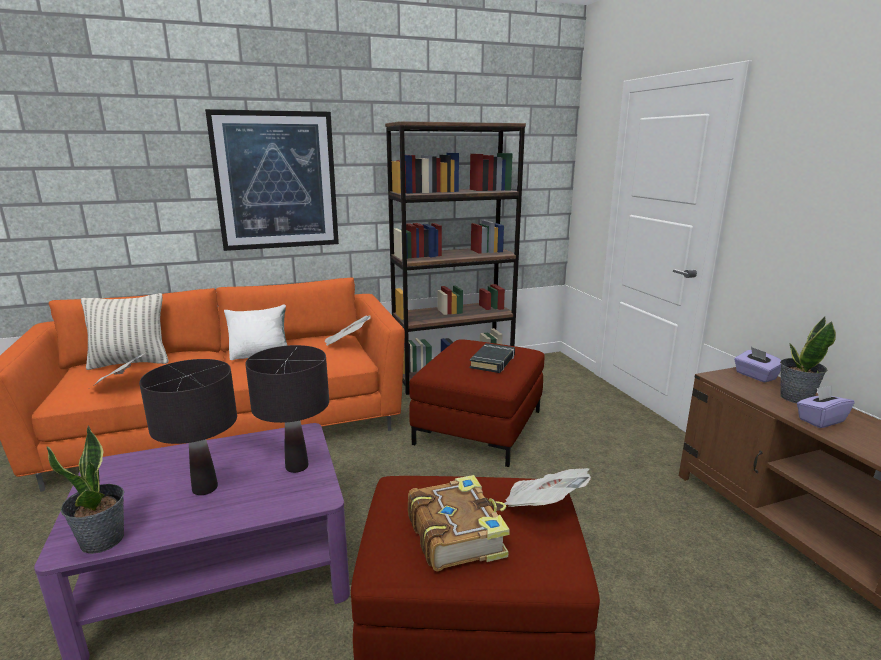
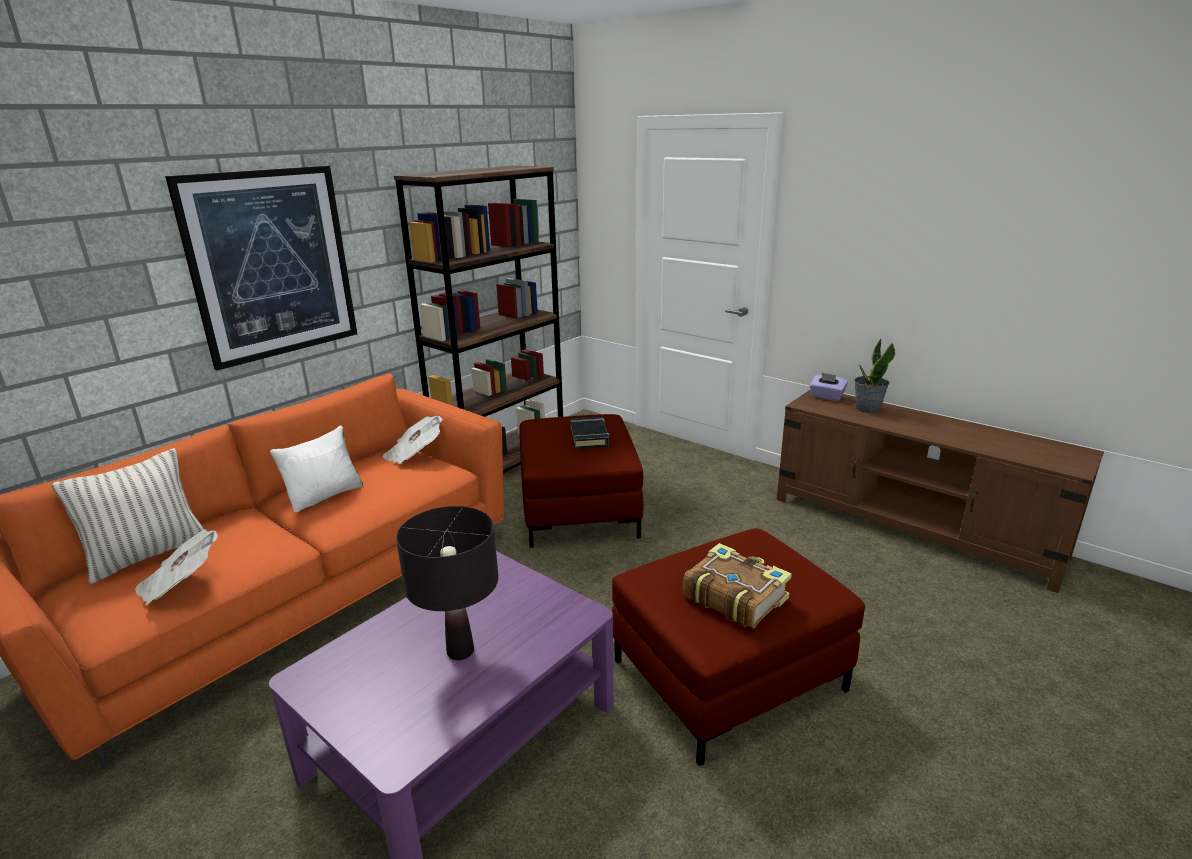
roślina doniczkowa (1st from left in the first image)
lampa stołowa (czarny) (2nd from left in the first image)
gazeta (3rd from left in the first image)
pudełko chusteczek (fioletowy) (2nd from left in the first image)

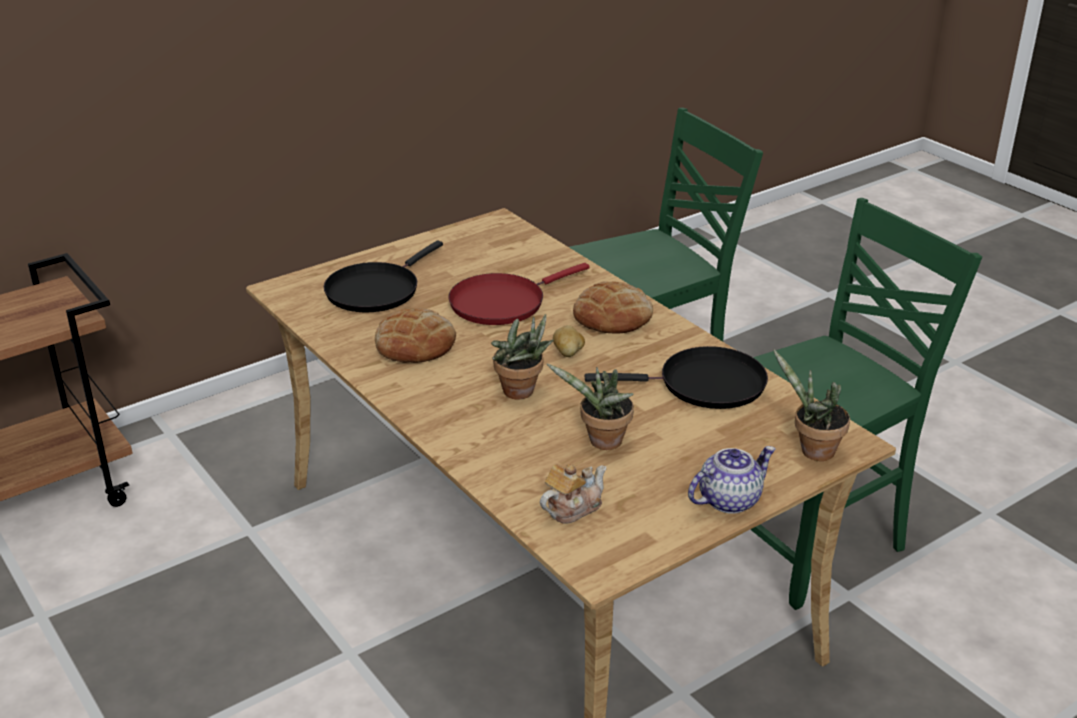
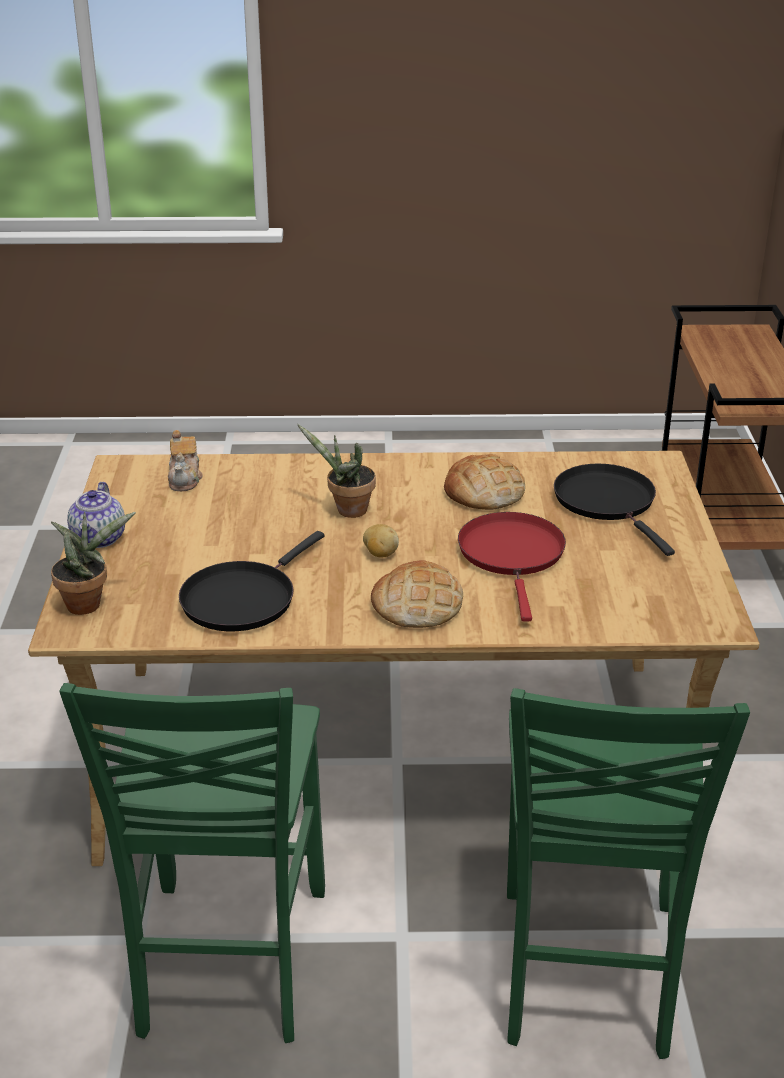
roślina doniczkowa (2nd from left in the first image)

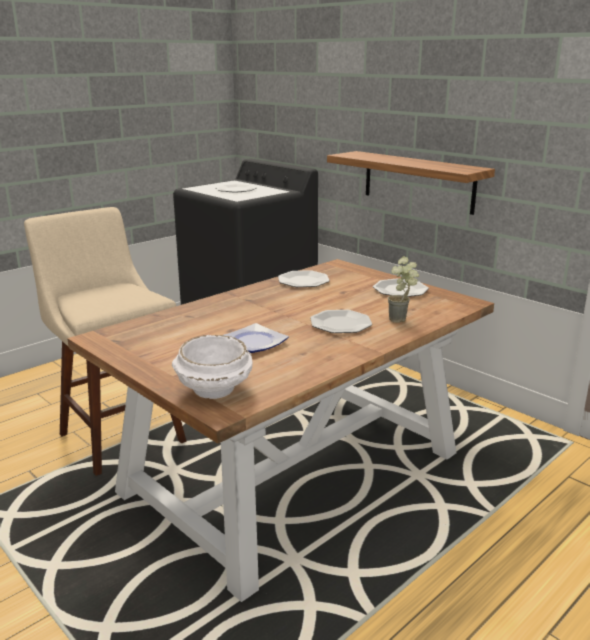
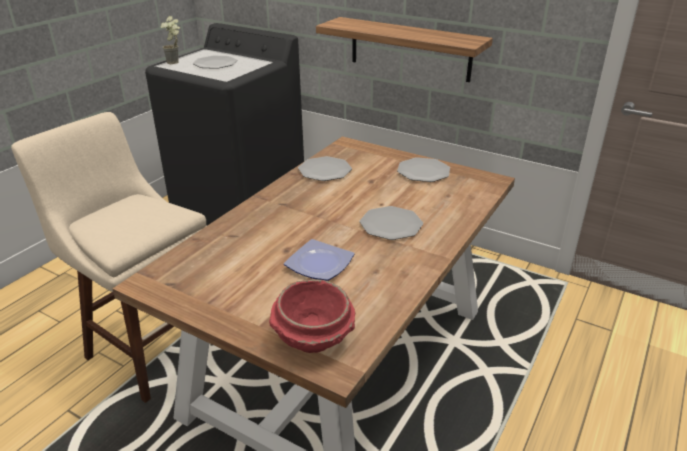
roślina doniczkowa
miska (czerwony)

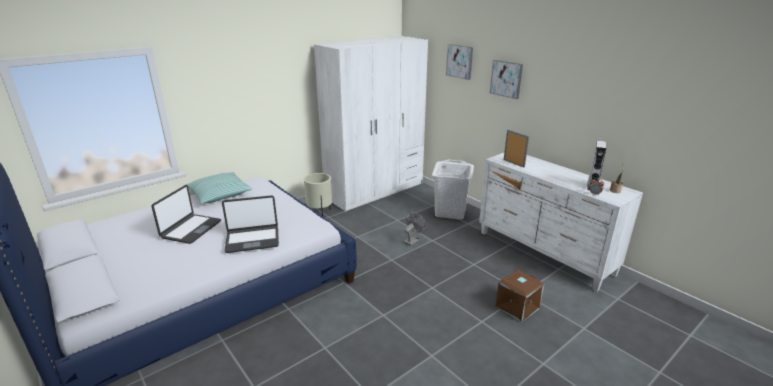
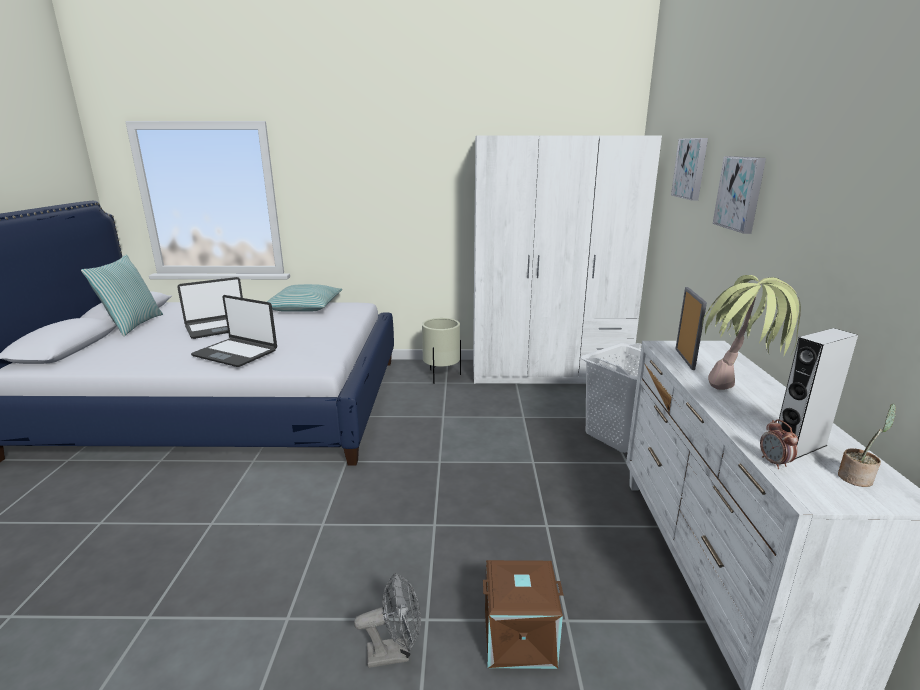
poduszka (1st from left)
roślina doniczkowa (1st from left)
wentylator (szary)

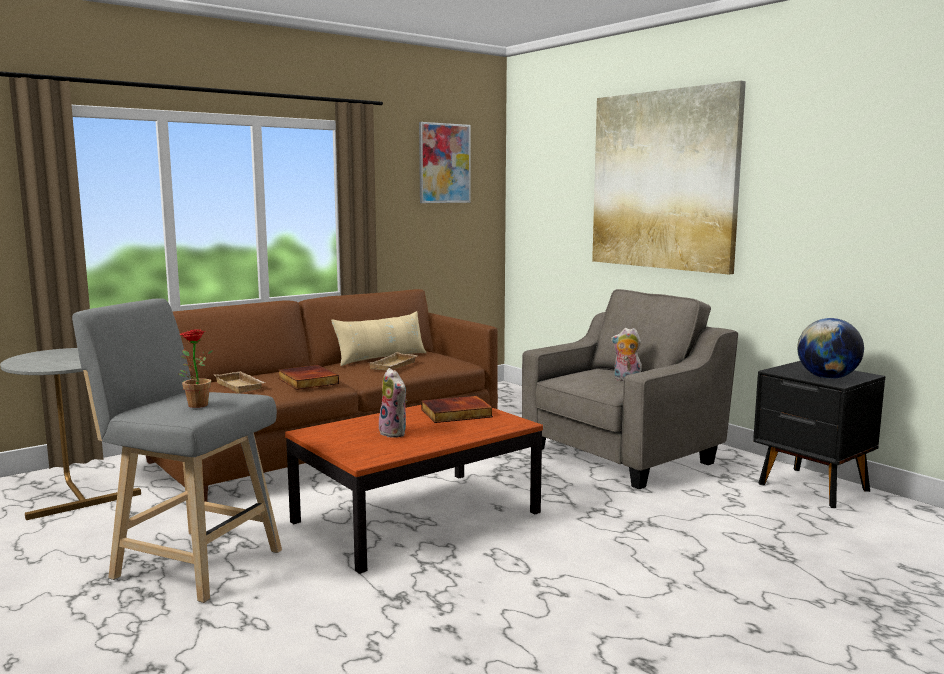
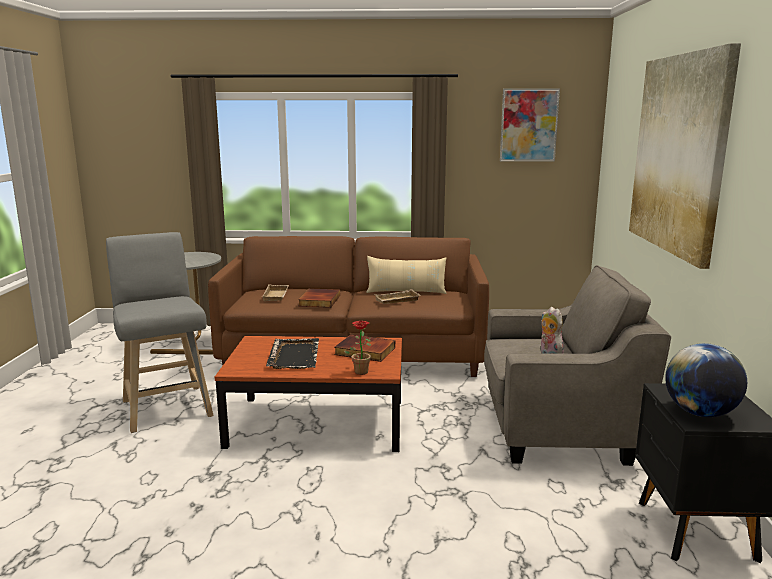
roślina doniczkowa
taca (czarny)

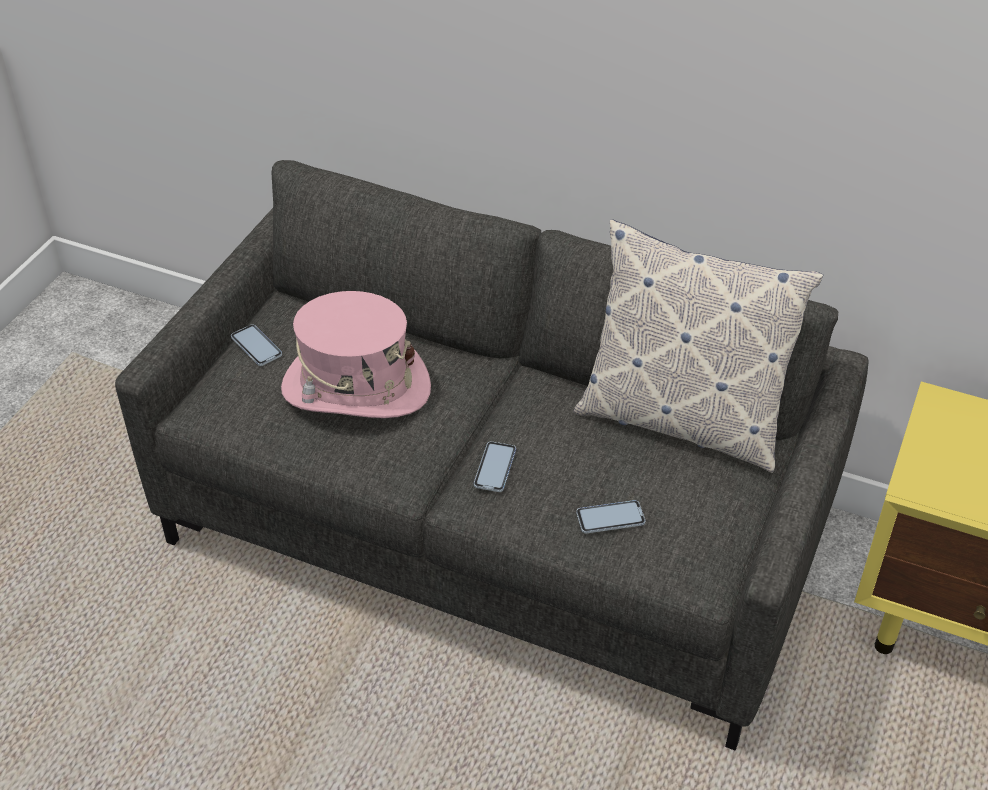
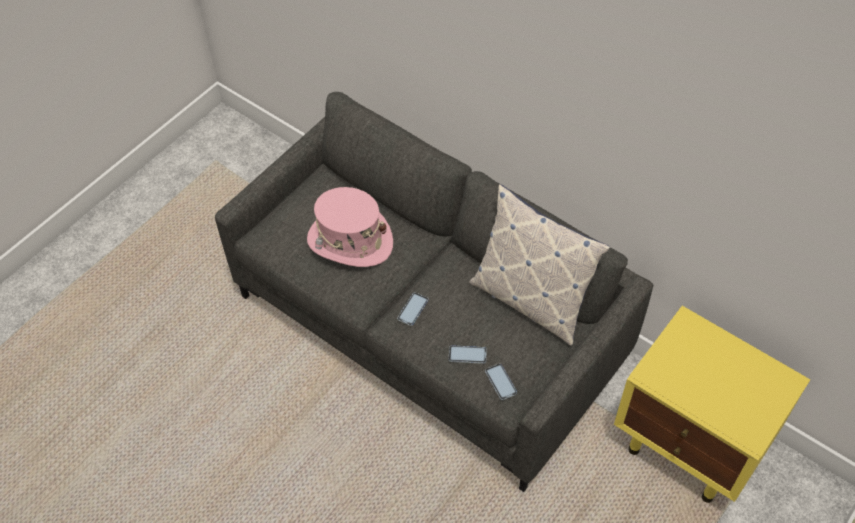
telefon (3rd from left)

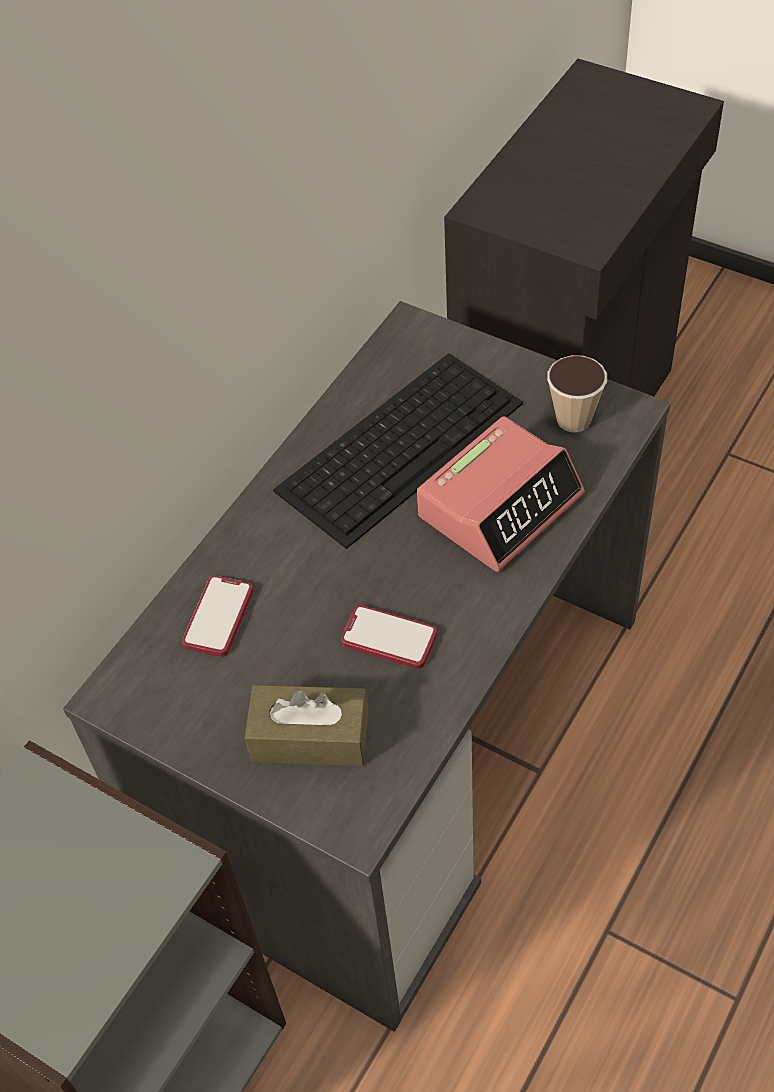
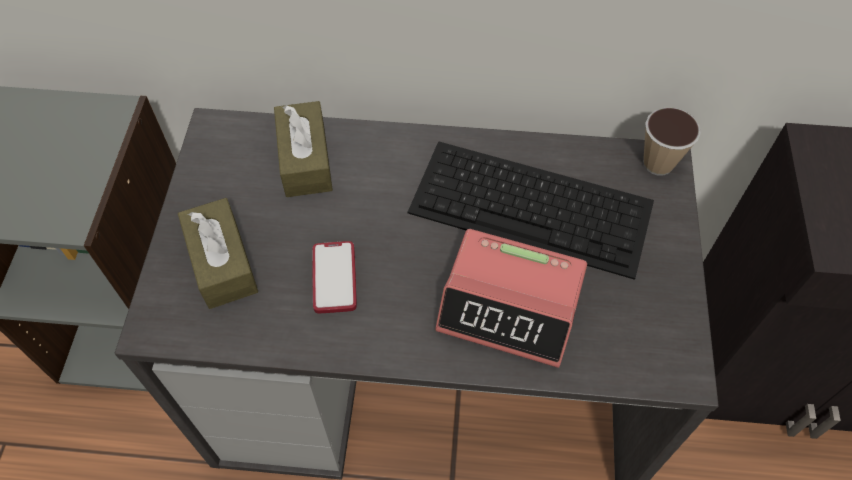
filiżanka
pudełko chusteczek (brązowy) (2nd from left)

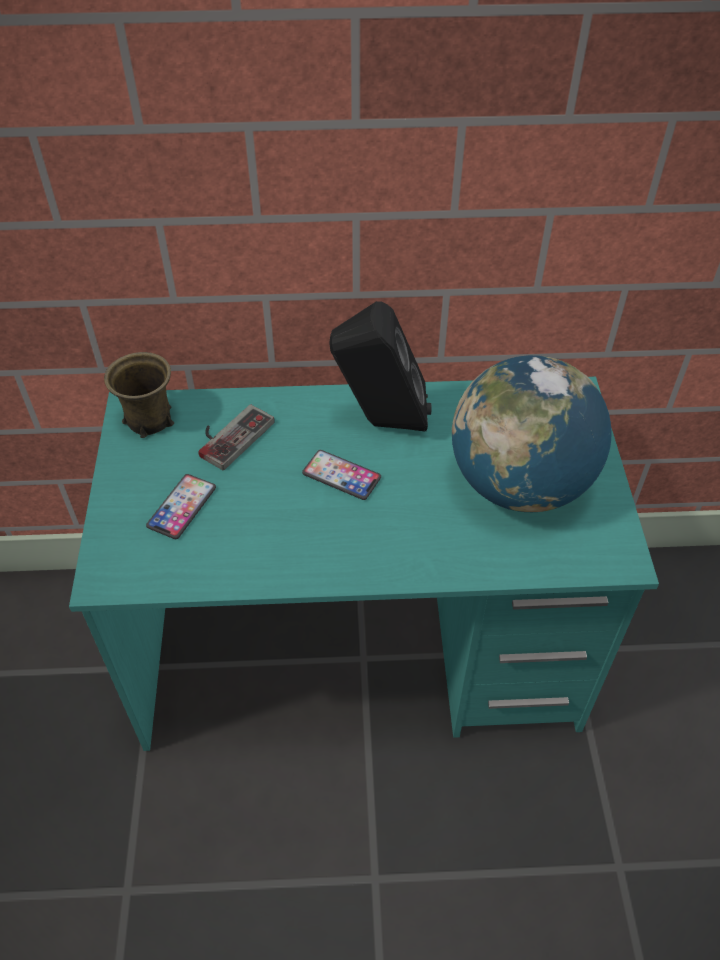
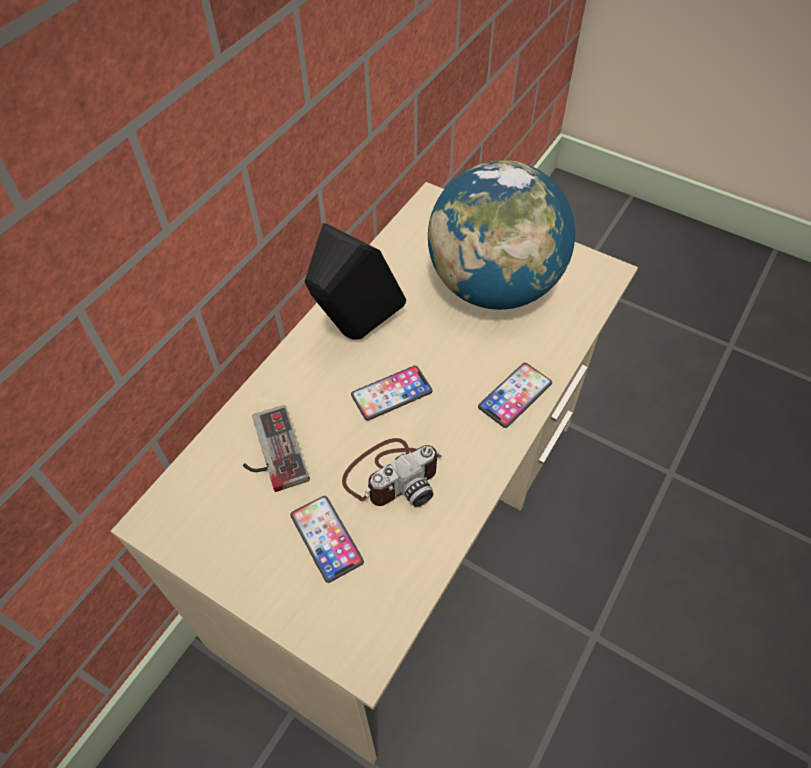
kubek (brązowy)
aparat fotograficzny
telefon (3rd from left)
biurko (beżowy)

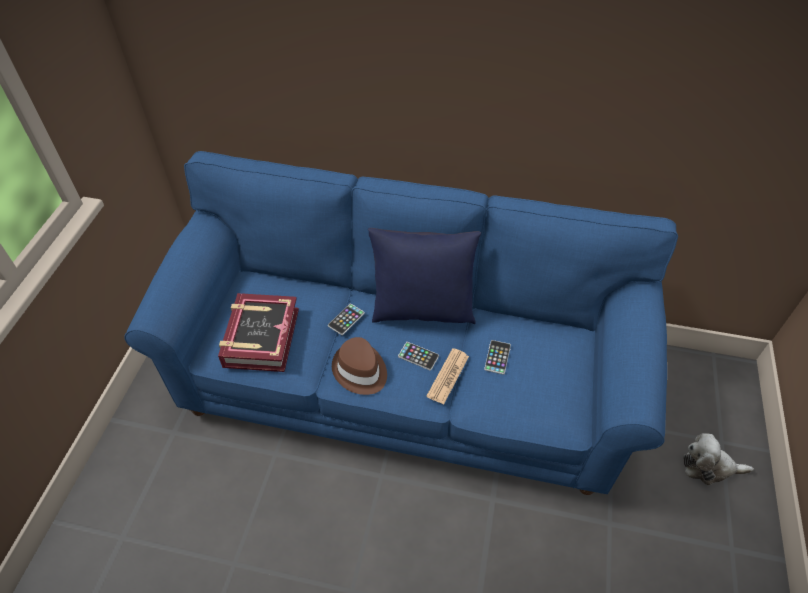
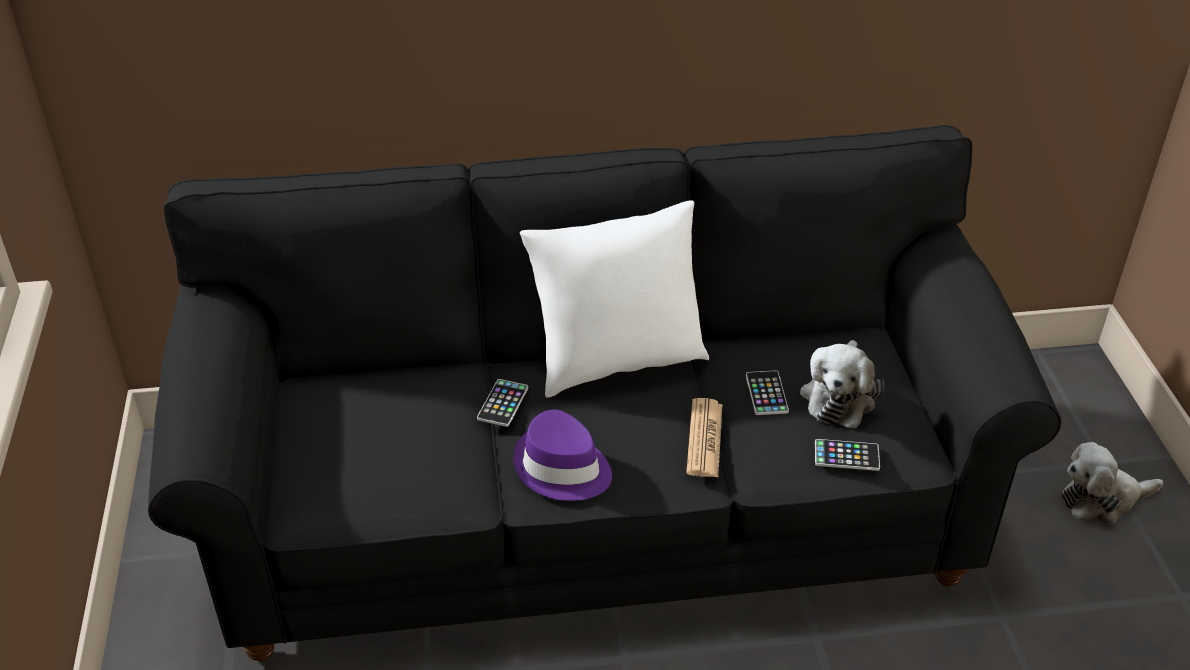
książka
pluszak (1st from left)
telefon (3rd from left)
kanapa (czarny)
kapelusz (fioletowy)
poduszka (biały)

